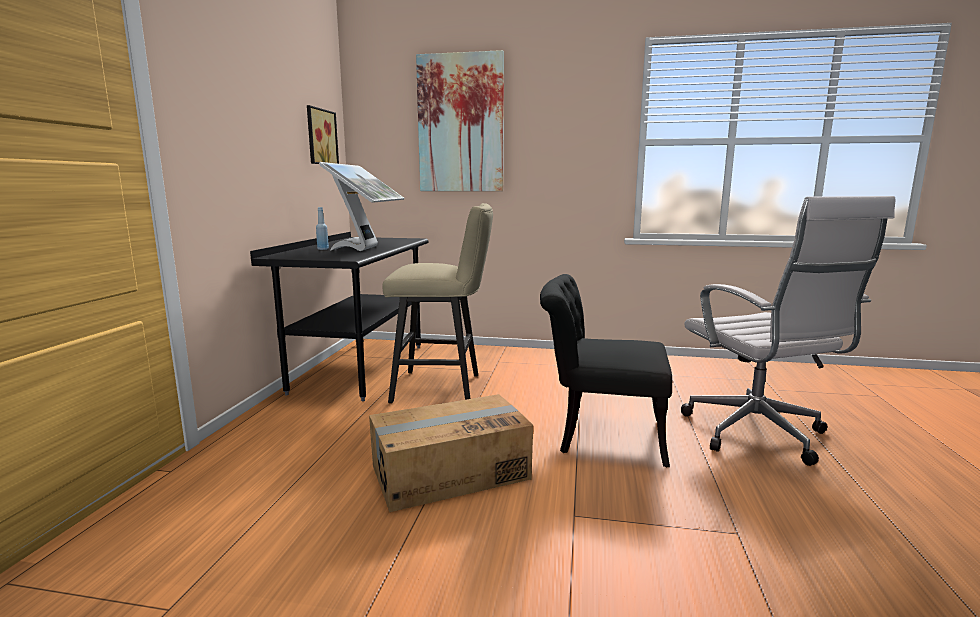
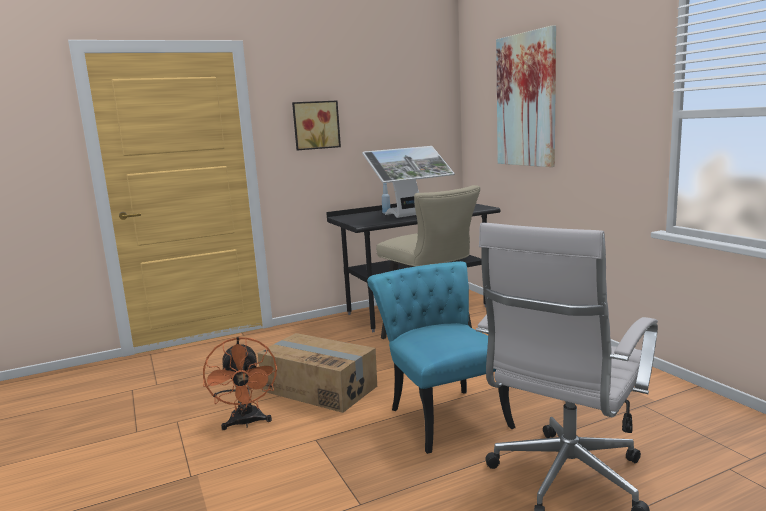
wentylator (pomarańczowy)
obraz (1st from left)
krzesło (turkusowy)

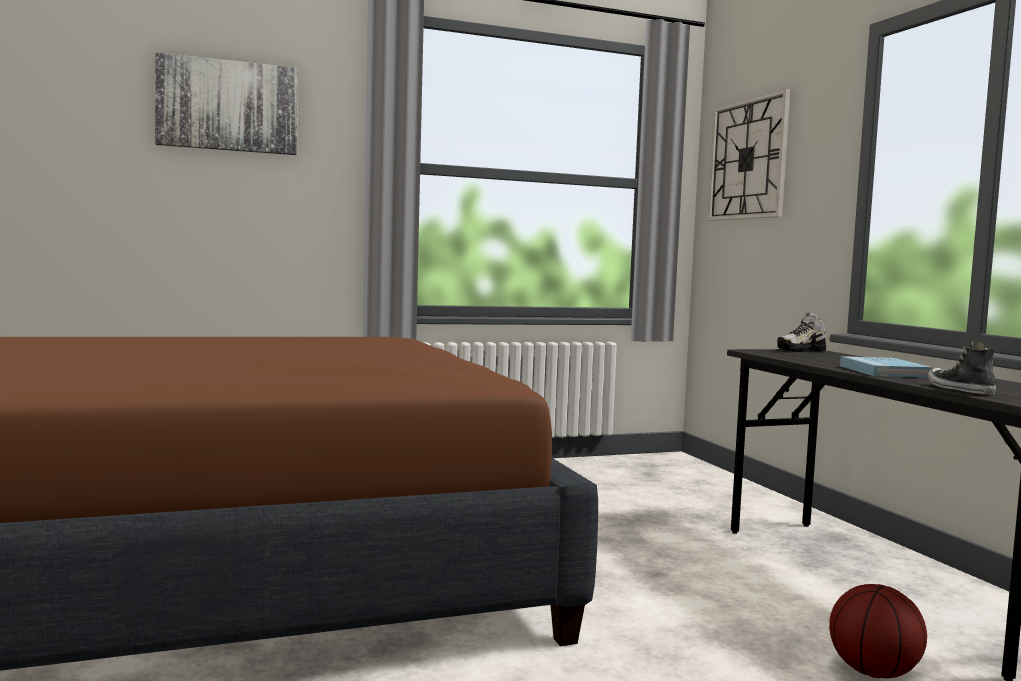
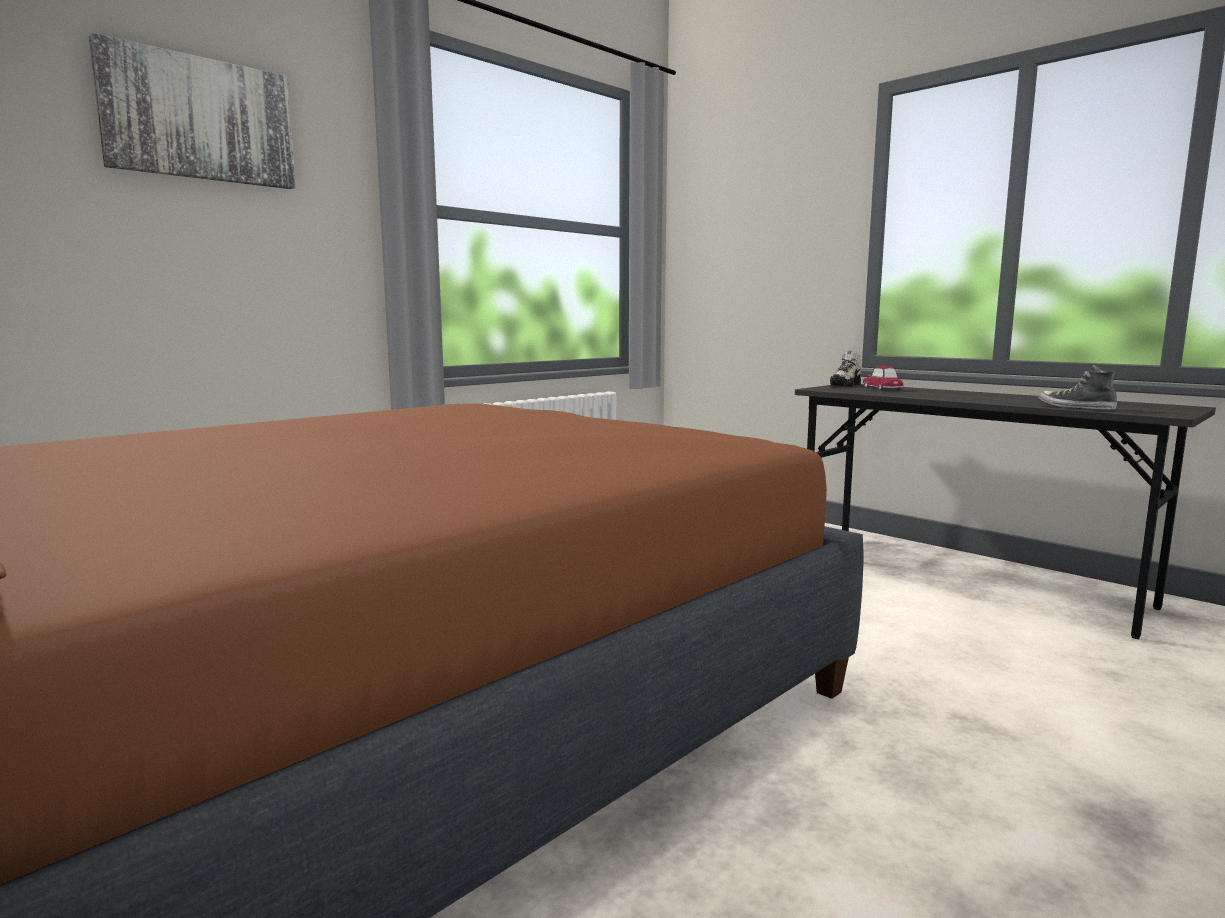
zegar ścienny
piłka do koszykówki
książka (niebieski)
samochodzik

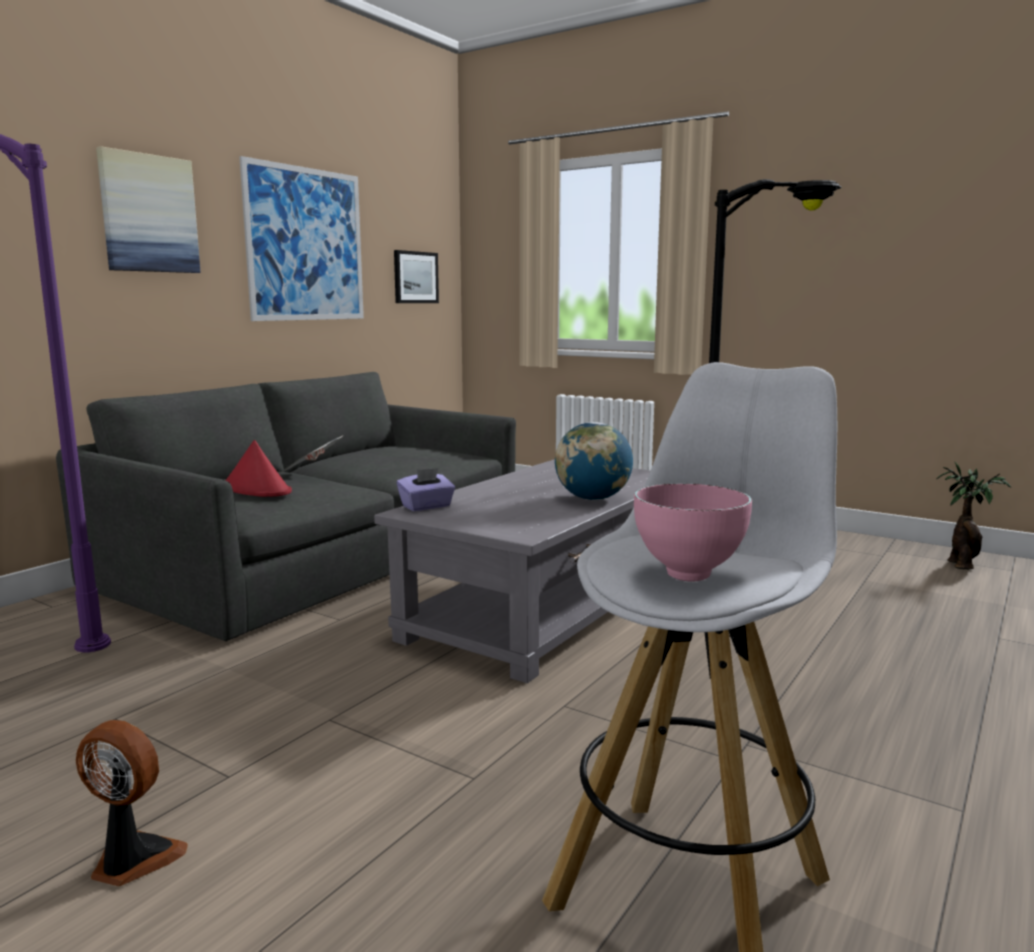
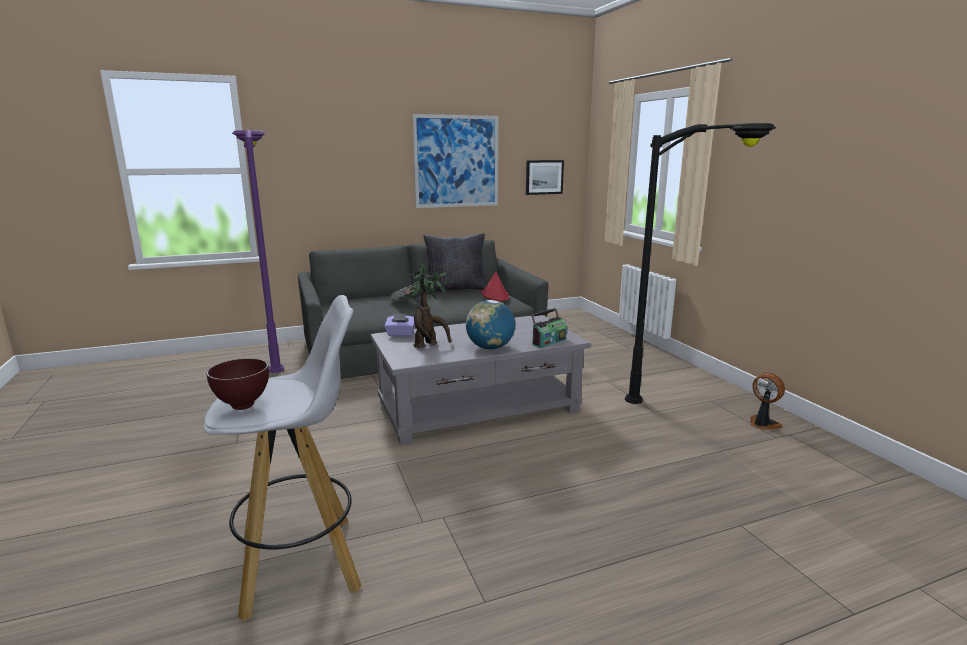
obraz (1st from left in the first image)
poduszka (czarny)
radio
wentylator
kapelusz (czerwony)
roślina doniczkowa
miska (brązowy)

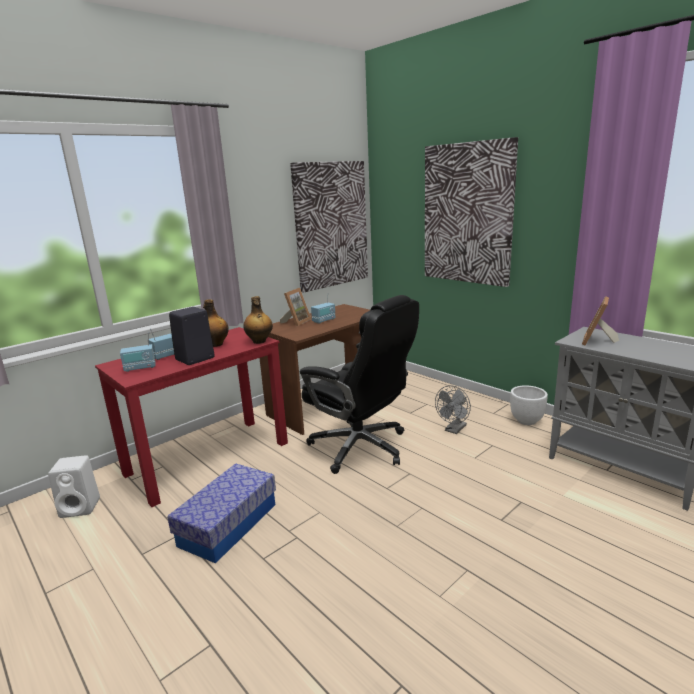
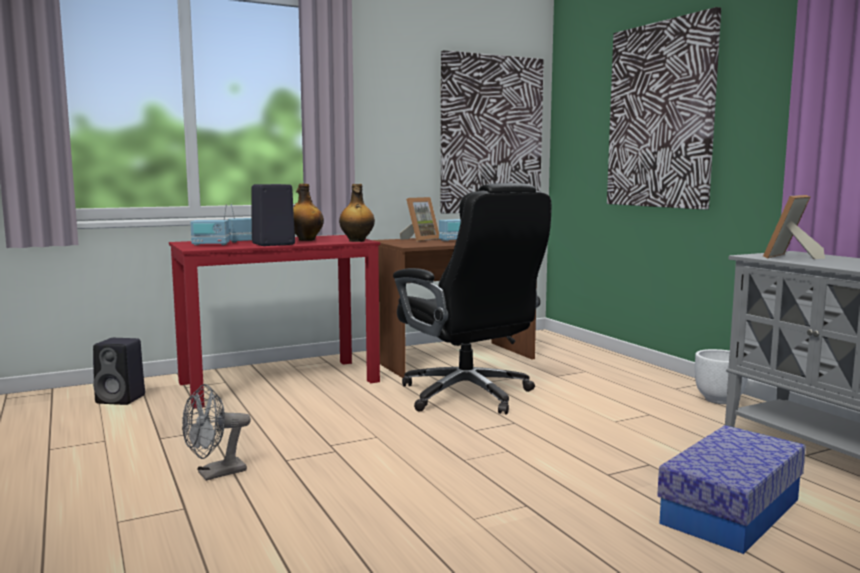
pojemnik do przechowywania
wentylator (szary)
głośnik (czarny) (1st from left)

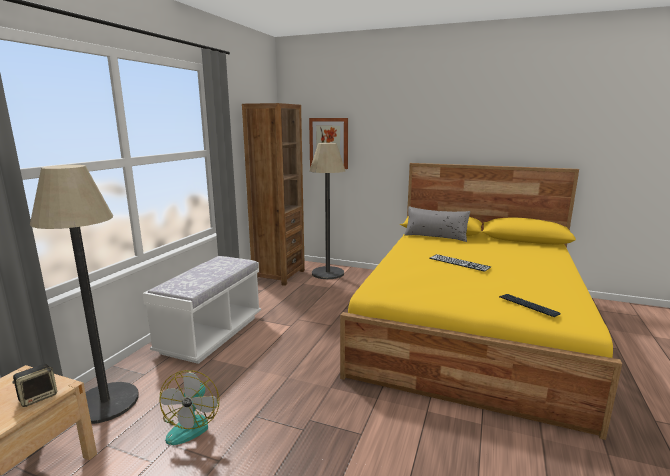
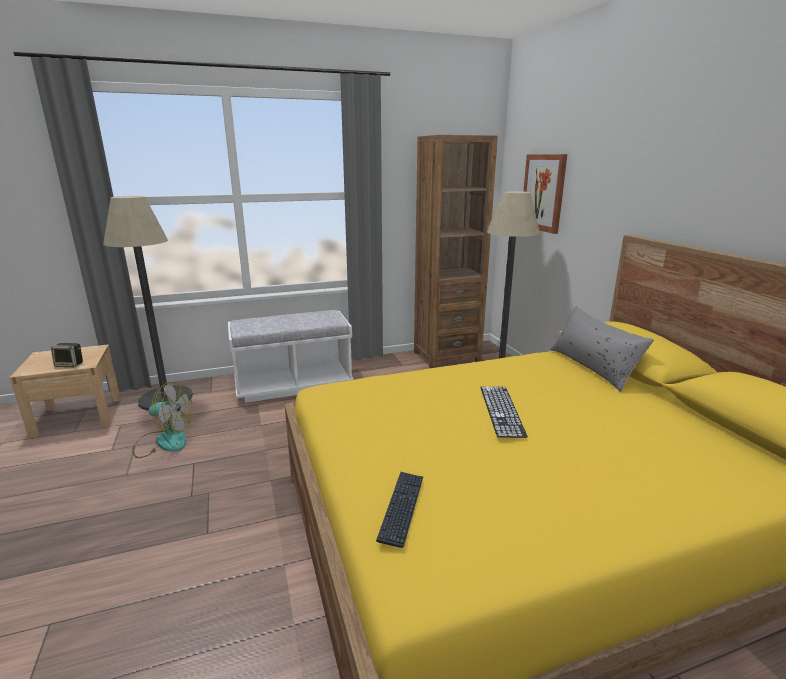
wentylator

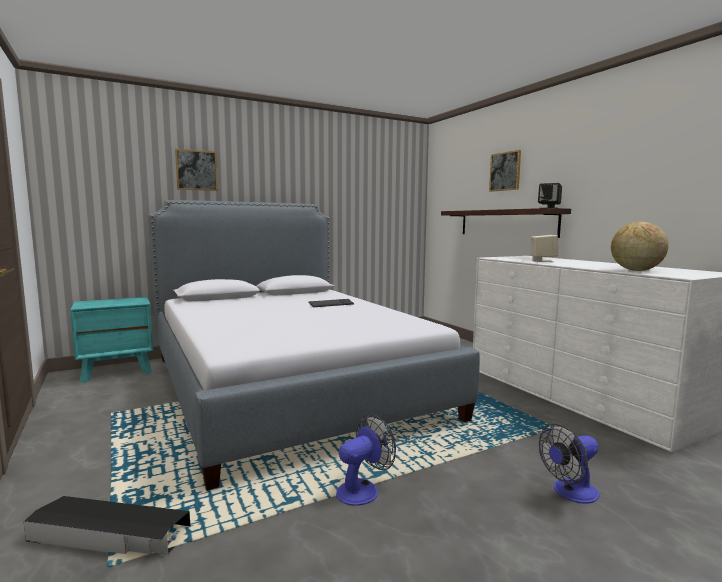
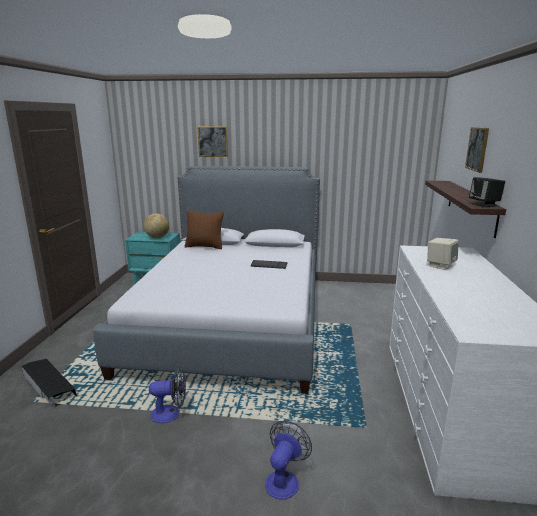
poduszka (brązowy)
globus
wentylator (2nd from left)

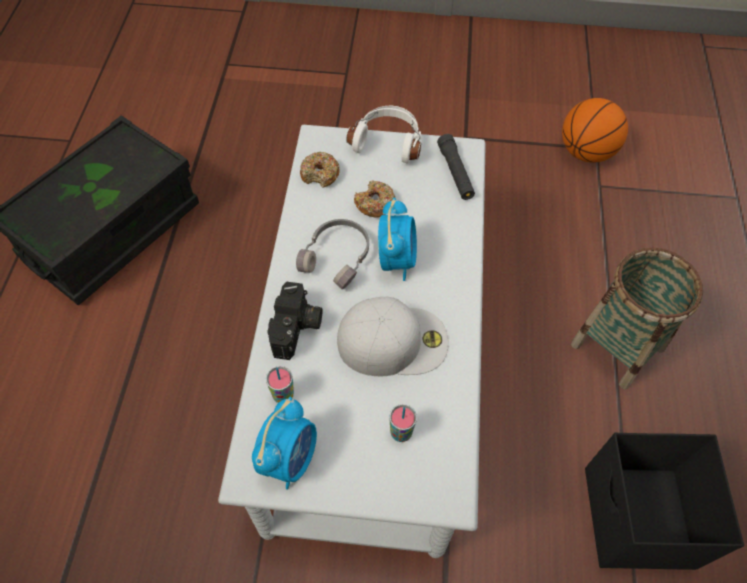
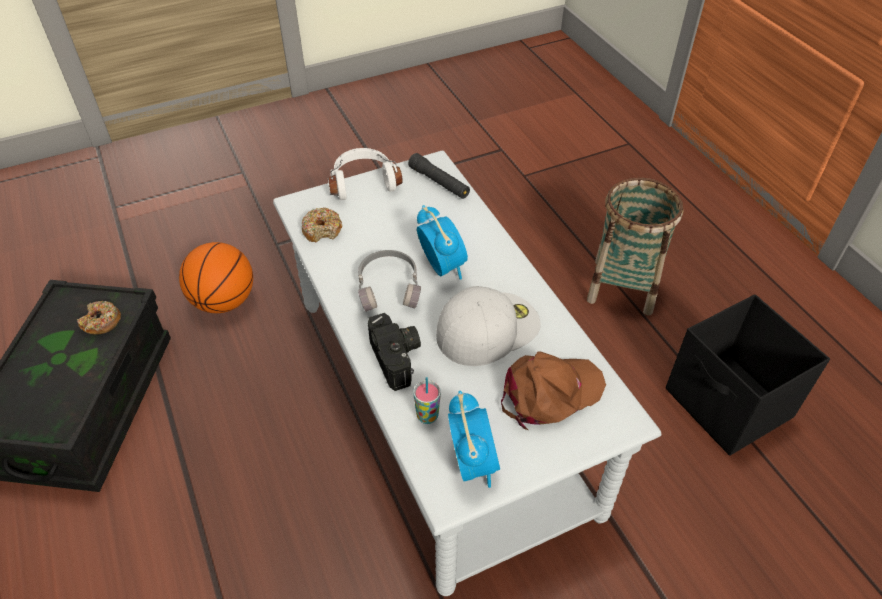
donut (1st from left)
piłka do koszykówki
czapka z daszkiem (brązowy)

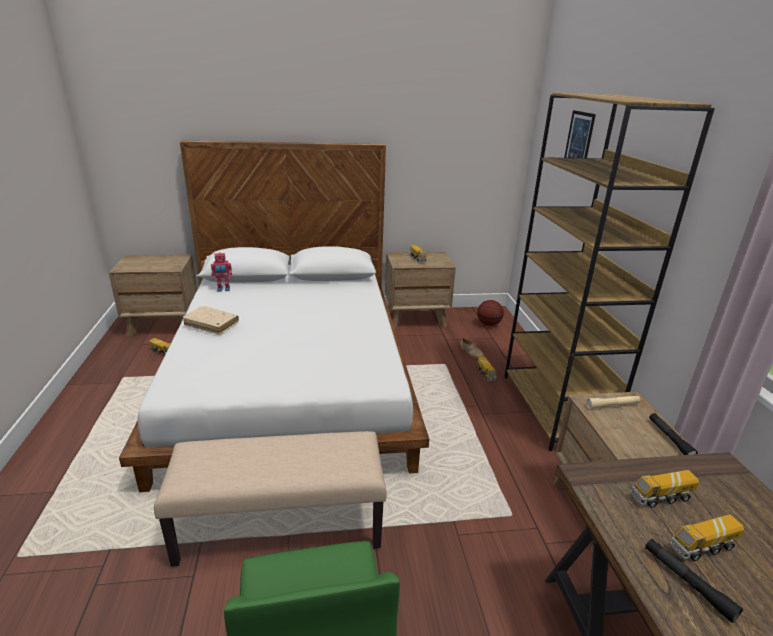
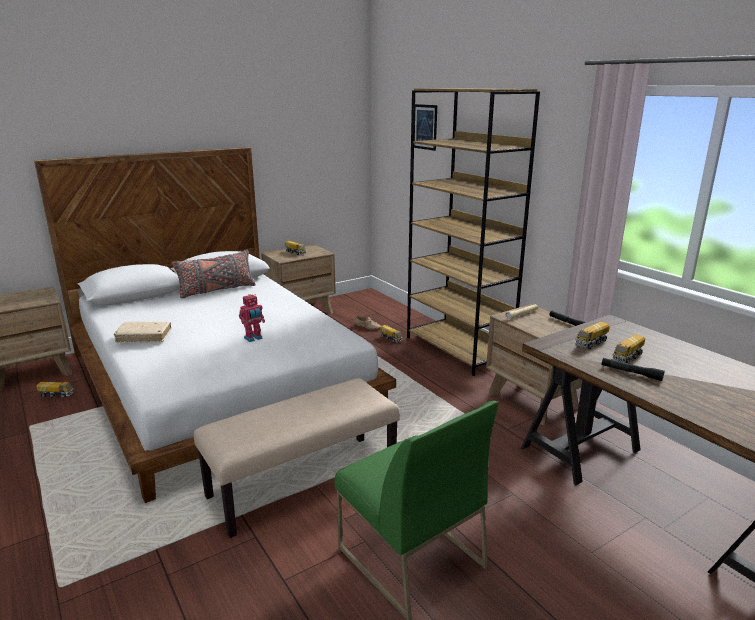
piłka do koszykówki
poduszka (szary)
robot zabawkowy

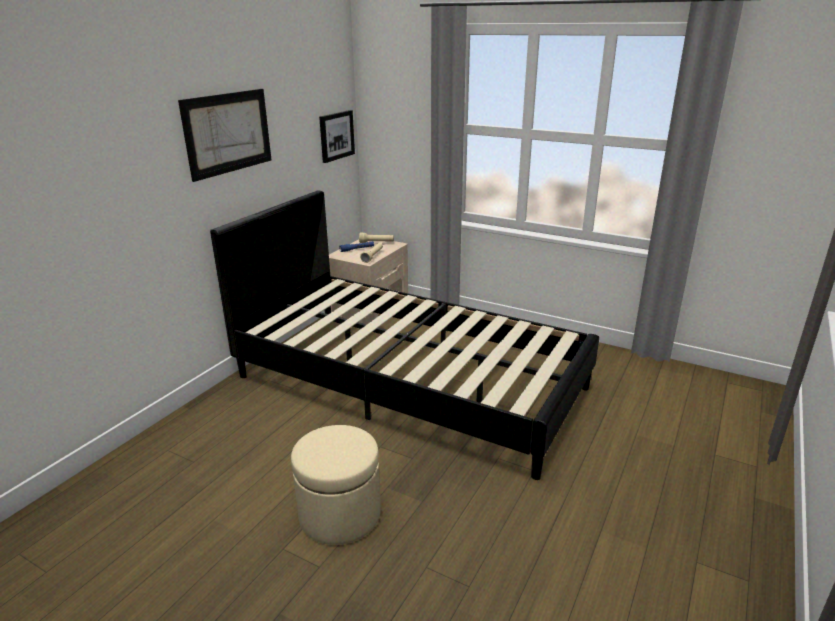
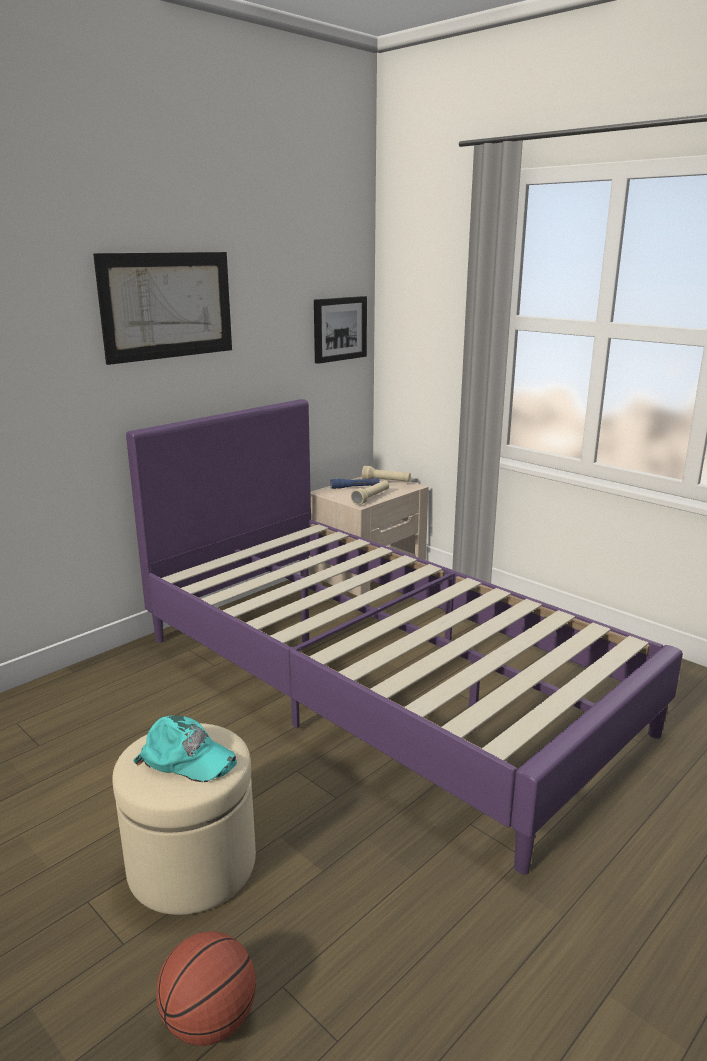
czapka z daszkiem (turkusowy)
piłka do koszykówki
łóżko (fioletowy)

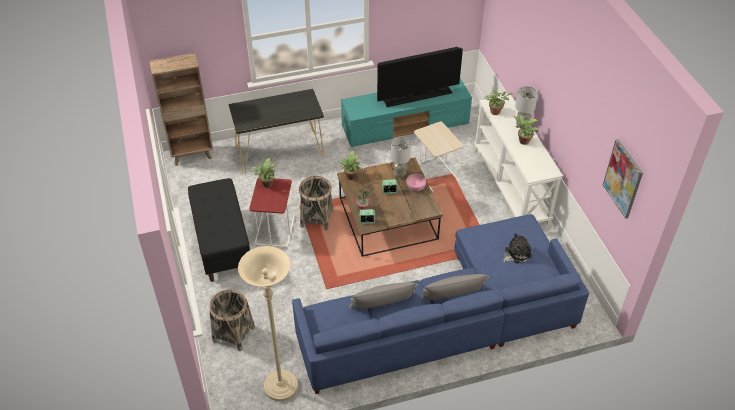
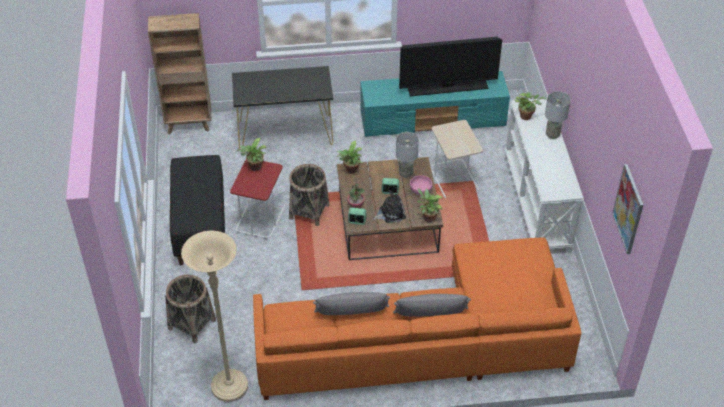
pluszak
roślina doniczkowa (4th from left)
kanapa (pomarańczowy)

